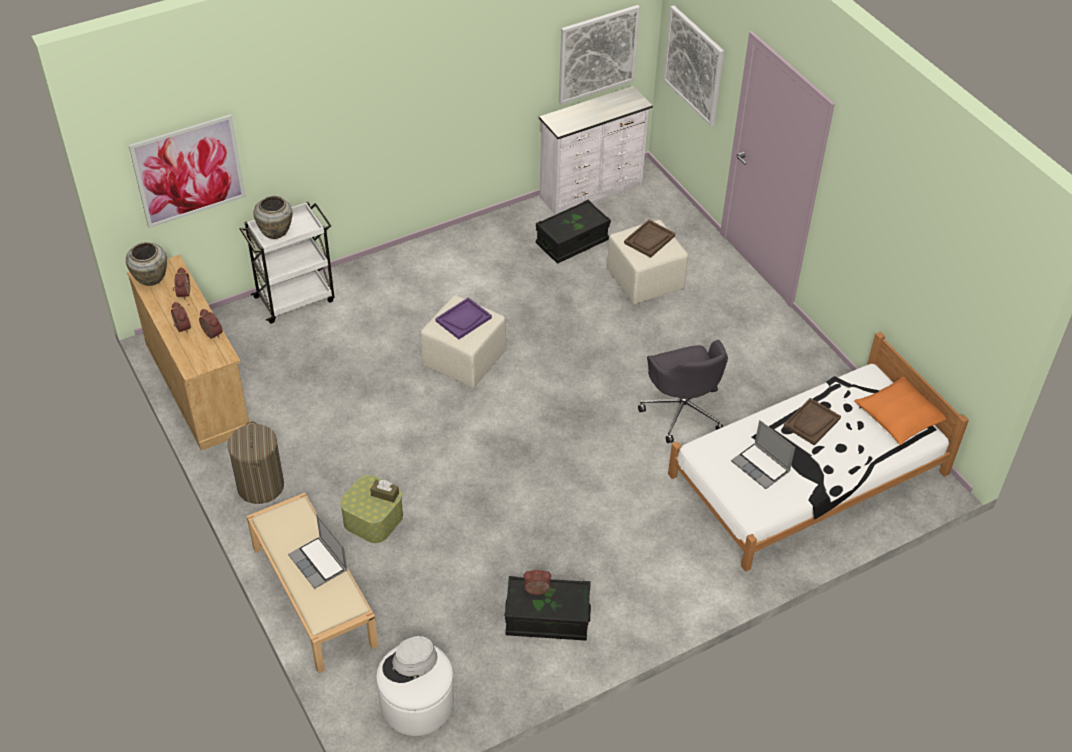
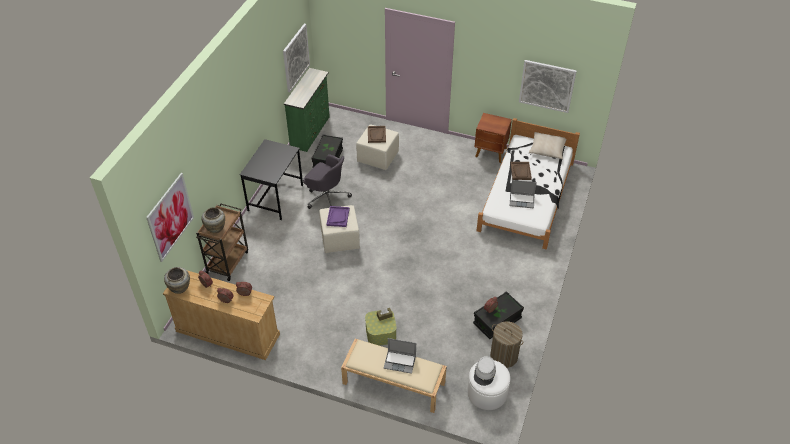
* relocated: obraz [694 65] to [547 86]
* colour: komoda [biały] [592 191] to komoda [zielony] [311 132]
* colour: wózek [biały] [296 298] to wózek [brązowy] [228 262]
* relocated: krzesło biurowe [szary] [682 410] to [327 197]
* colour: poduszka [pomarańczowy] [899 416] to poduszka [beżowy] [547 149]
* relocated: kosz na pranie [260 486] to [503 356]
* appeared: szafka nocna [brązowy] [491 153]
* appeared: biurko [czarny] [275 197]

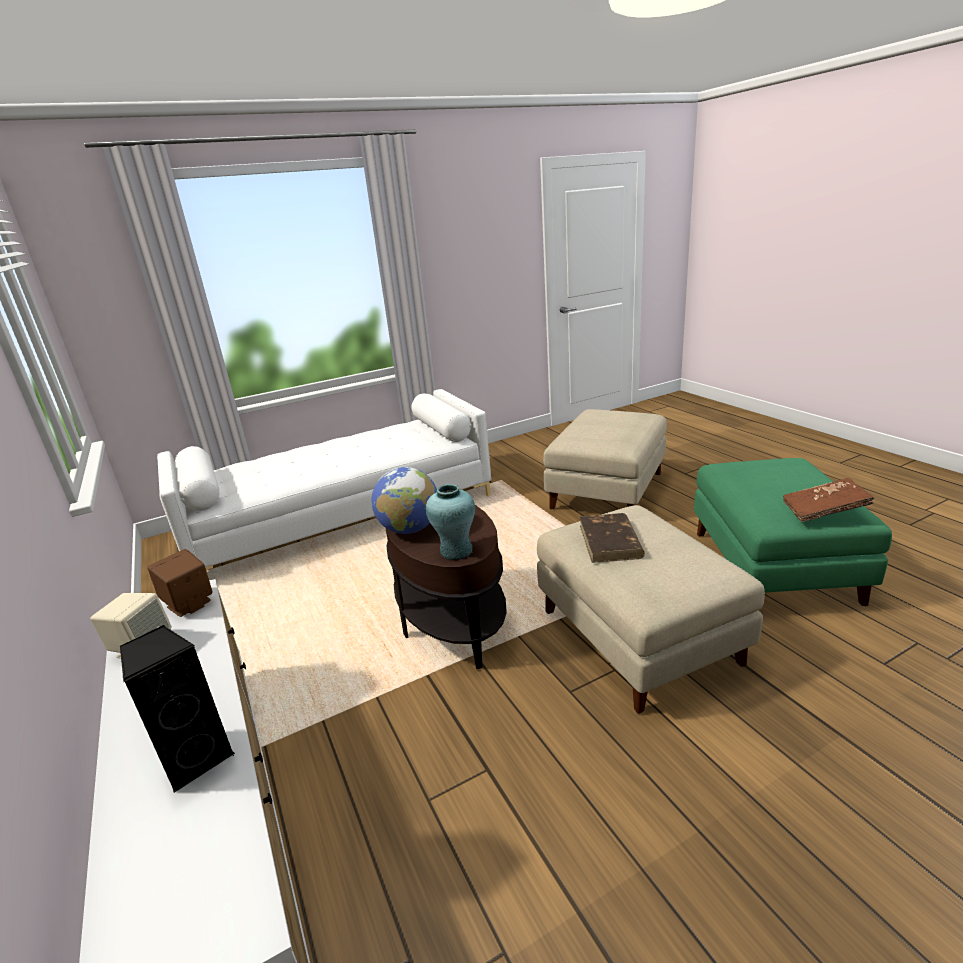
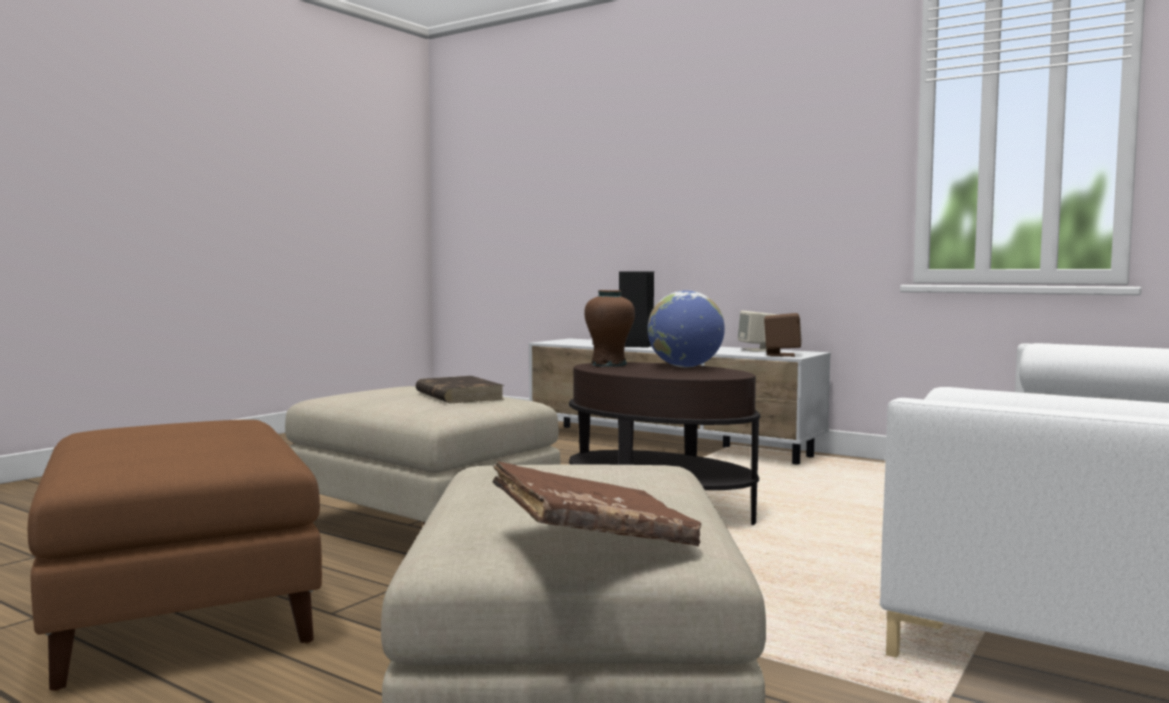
* colour: pufa [zielony] [774 567] to pufa [brązowy] [179 611]
* relocated: książka [brązowy] [823 511] to [594 538]
* colour: wazon [turkusowy] [456 551] to wazon [brązowy] [608 364]

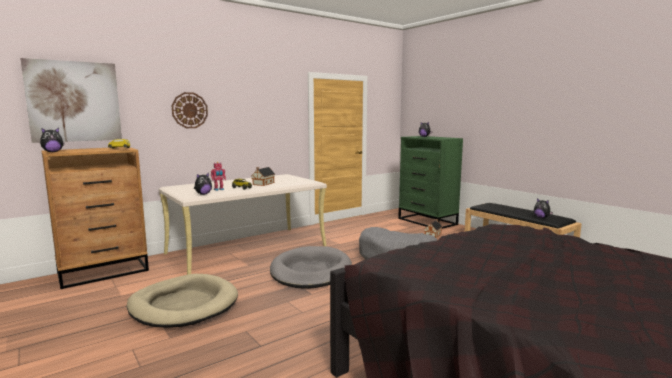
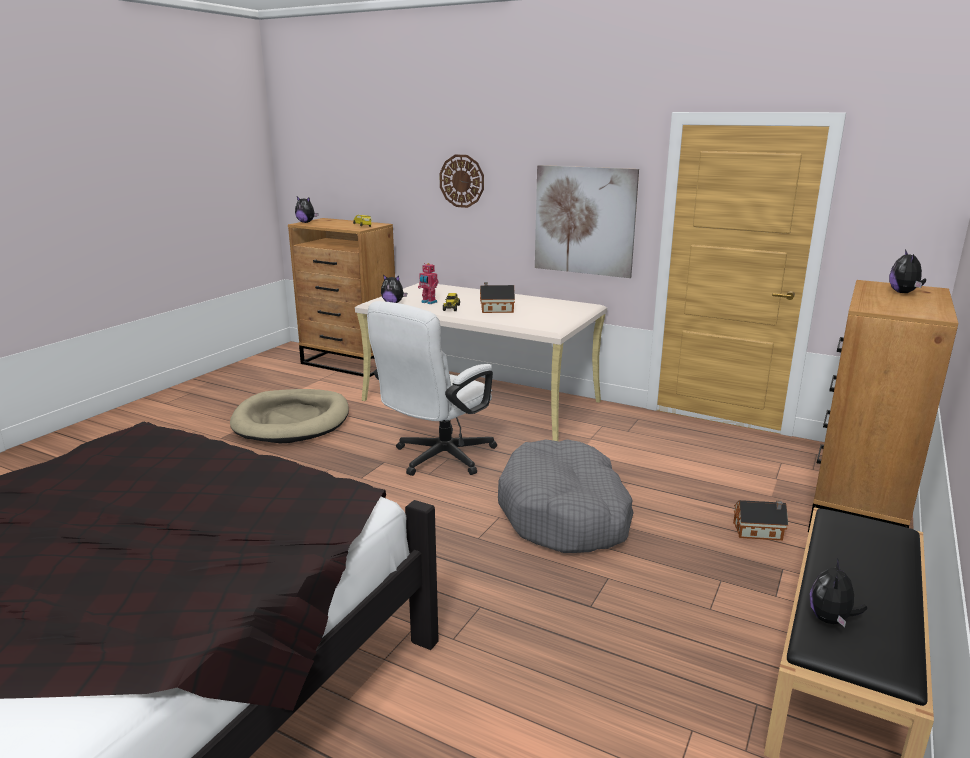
* relocated: obraz [74 101] to [584 221]
* colour: komoda [zielony] [427 221] to komoda [brązowy] [856 511]
* exchanged: legowisko [szary] [311 271] to krzesło biurowe [biały] [437 459]

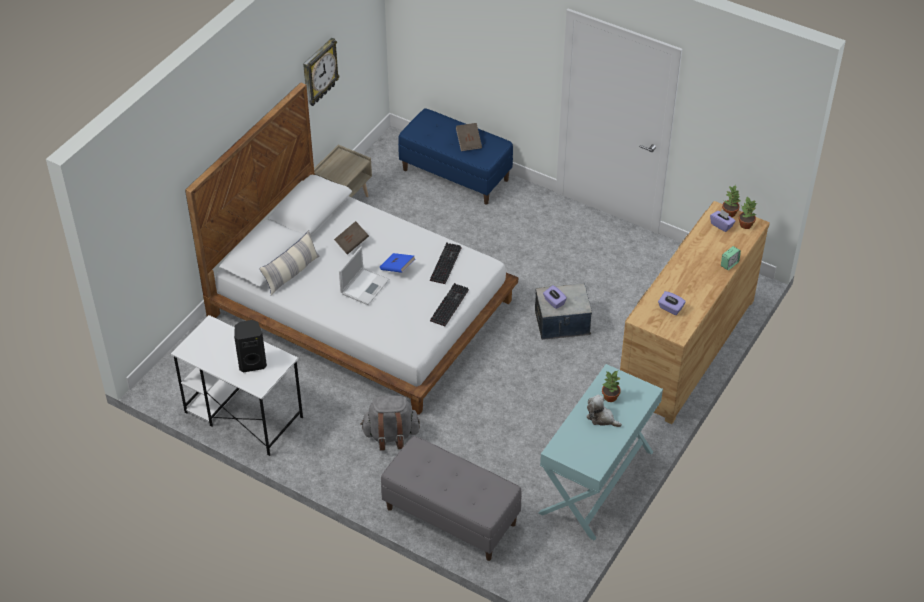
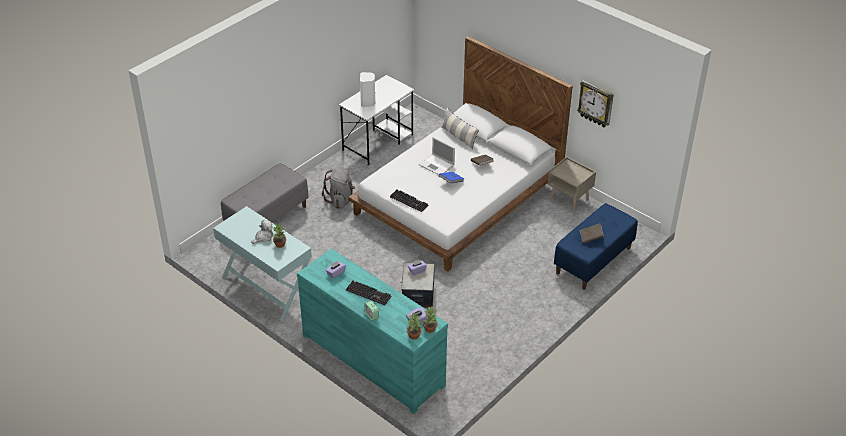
* colour: komoda [brązowy] [685 348] to komoda [turkusowy] [373 359]
* relocated: klawiatura [445 263] to [369 293]
* colour: głośnik [czarny] [252 363] to głośnik [biały] [368 102]

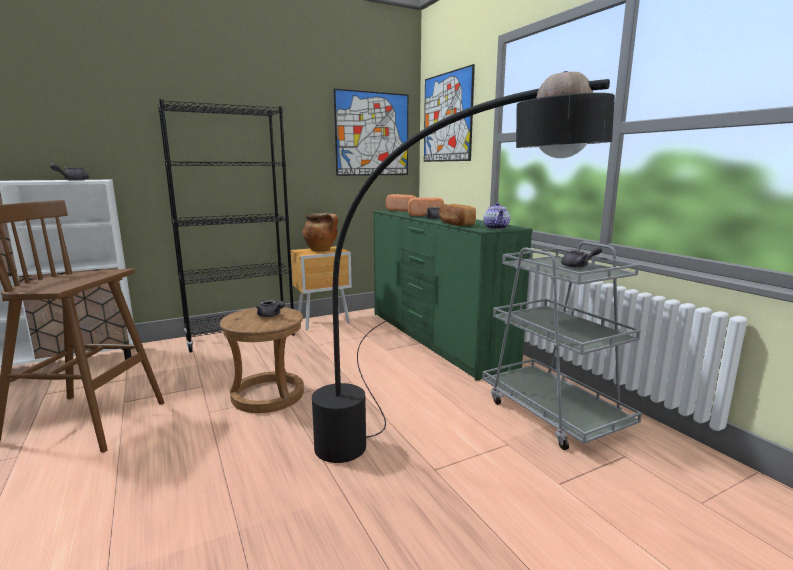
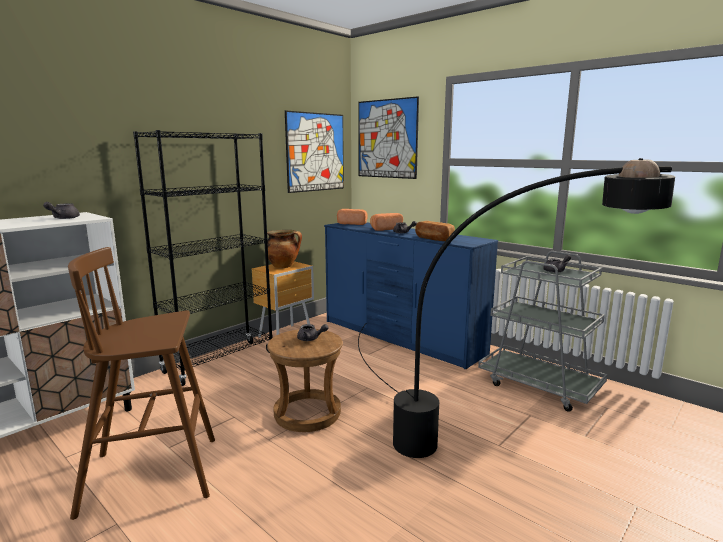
* missing: imbryk [496 228]
* colour: komoda [zielony] [436 338] to komoda [niebieski] [401 337]

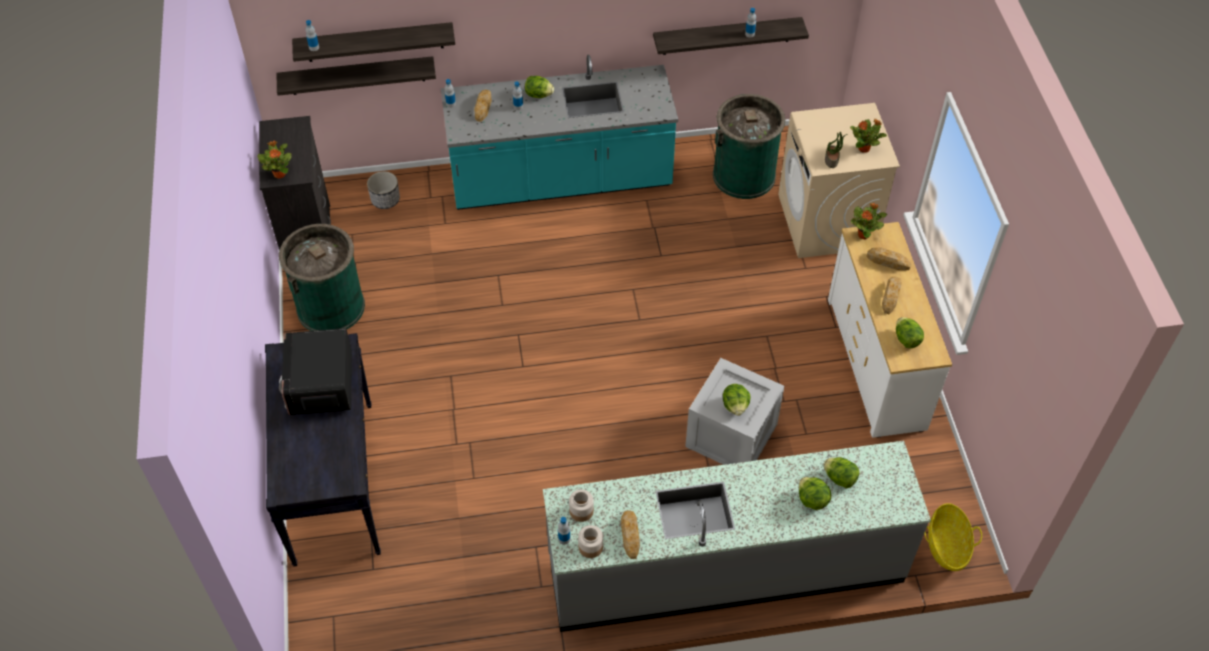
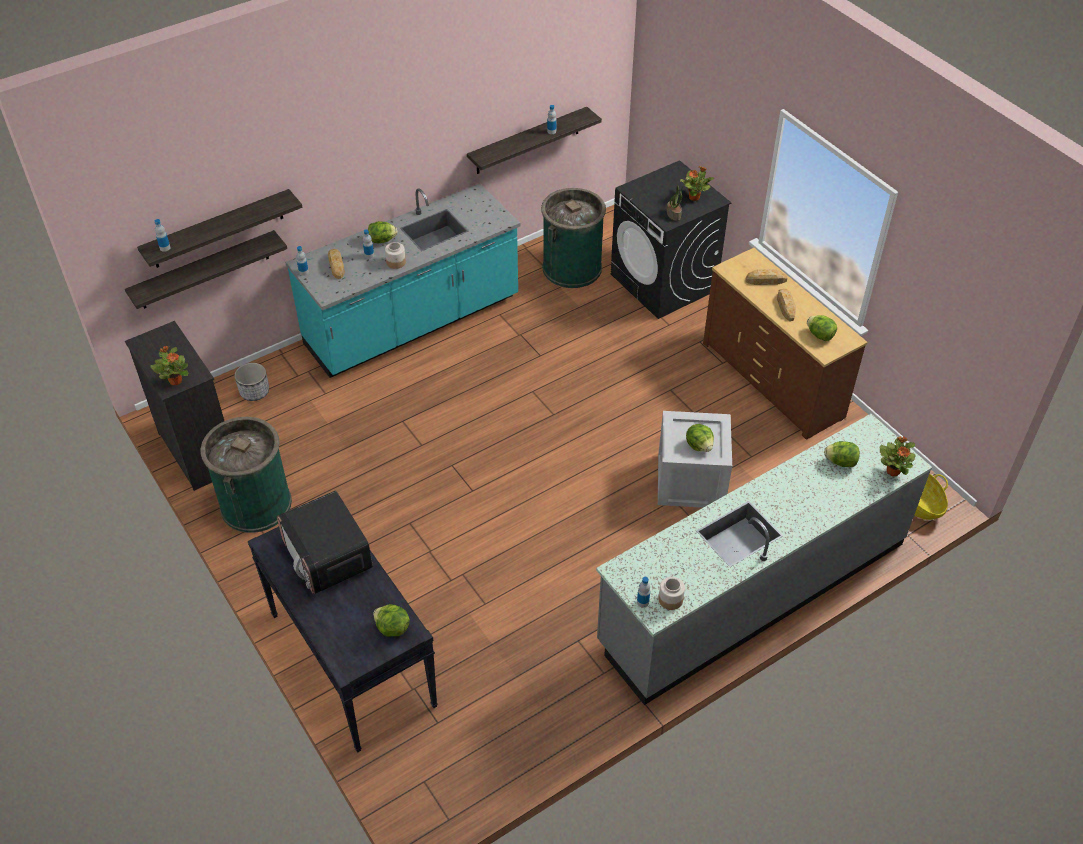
* colour: pralka [beżowy] [827 222] to pralka [czarny] [664 283]
* relocated: roślina doniczkowa [864 234] to [893 471]
* colour: komoda [biały] [876 363] to komoda [brązowy] [772 379]
* relocated: sałata [812 500] to [392 628]
* relocated: słoik [581 511] to [396 262]
* missing: chleb [630 535]

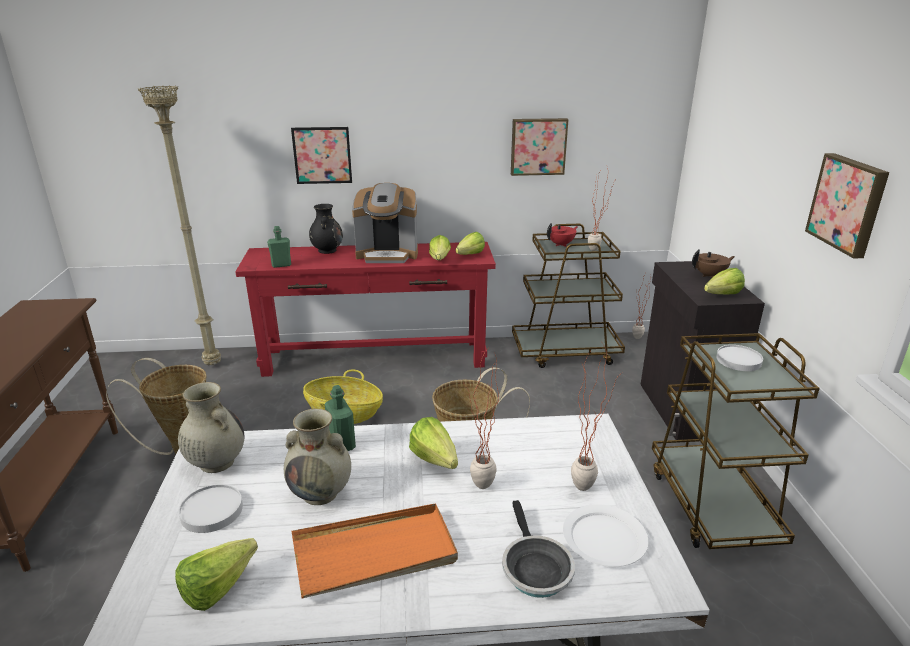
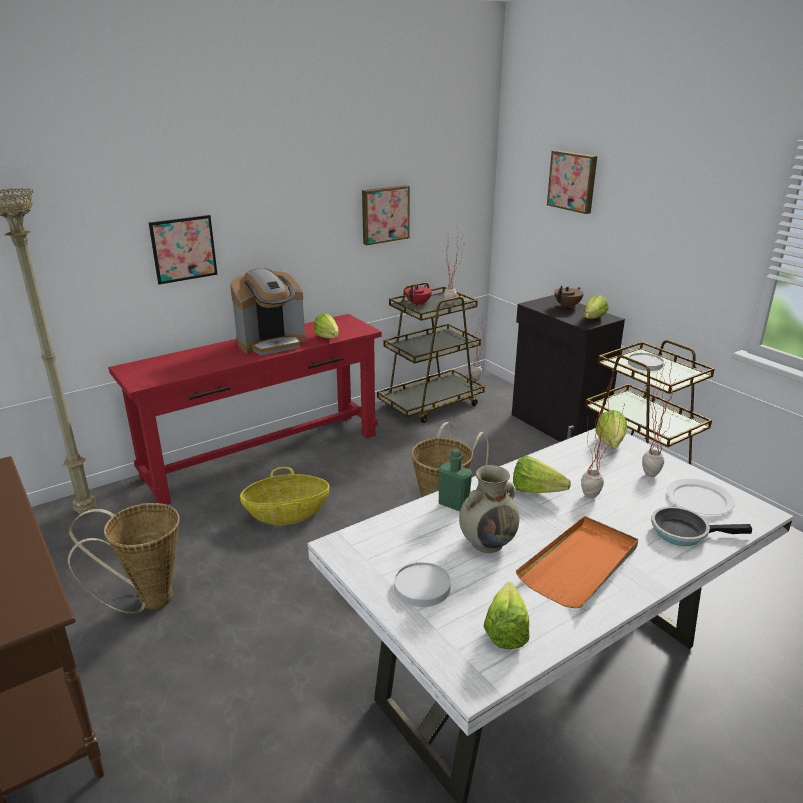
* relocated: obraz [848 204] to [573 181]
* missing: wazon [czarny] [327 250]
* missing: butelka [zielony] [281 265]
* relocated: sałata [467 256] to [609 446]
* missing: wazon [beżowy] [216 462]
* spun: patelnia [534 568] = [683 532] 135 degrees clockwise

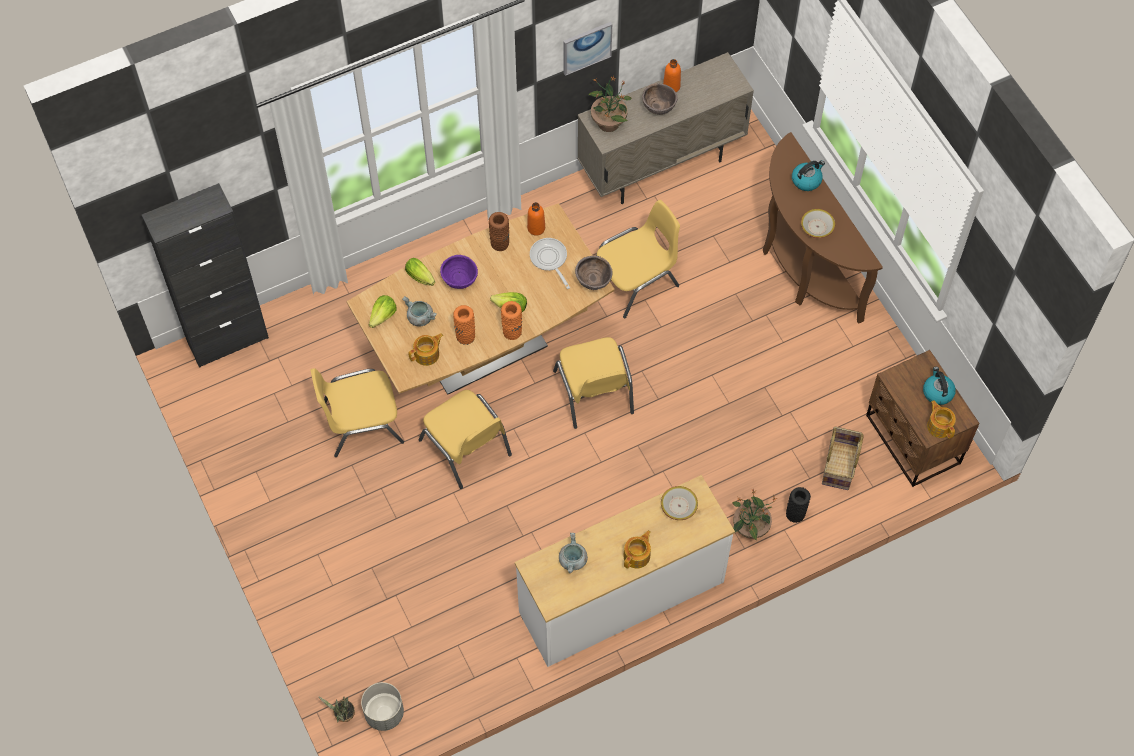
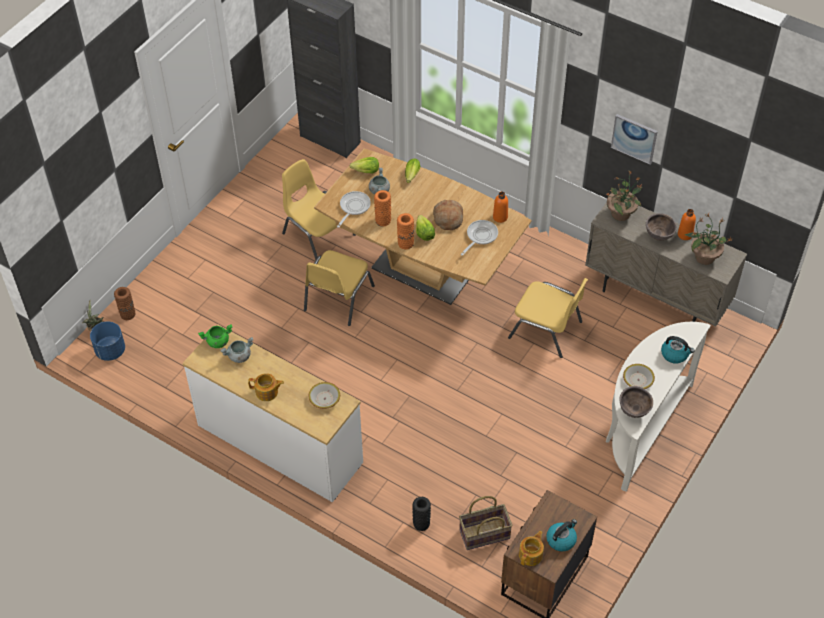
* colour: stolik konsolowy [brązowy] [802 267] to stolik konsolowy [biały] [641 428]
* relocated: wazon [brązowy] [500 243] to [128 314]
* missing: miska [fioletowy] [459 281]
* relocated: miska [brązowy] [593 282] to [633 411]
* exchanged: imbryk [427 354] to patelnia [353 207]
* missing: krzesło [żółty] [594 393]
* relocated: roślina doniczkowa [750 528] to [704 257]
* colour: donica [szary] [384 713] to donica [niebieski] [110 350]
* appeared: chleb [448 218]
* appeared: garnek [zielony] [217 342]

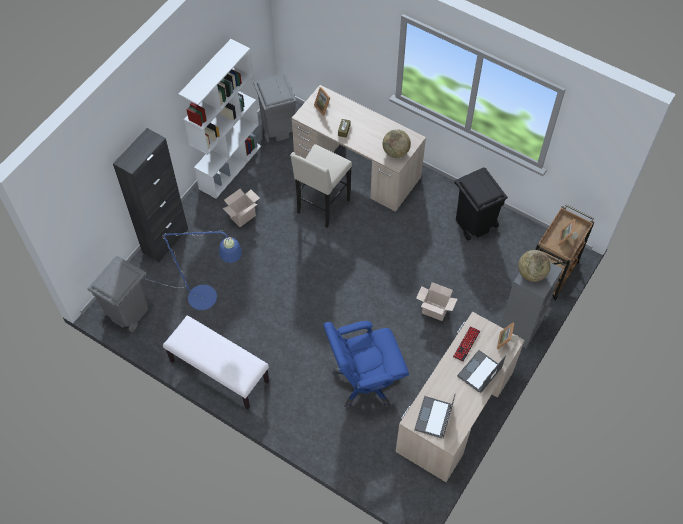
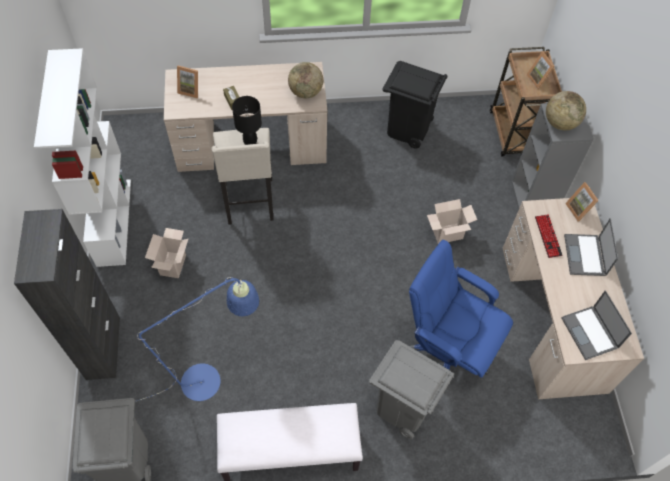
* relocated: kosz na śmieci [szary] [278 128] to [403 407]
* spun: krzesło biurowe [niebieski] [365 381] = [447 349] 90 degrees clockwise
* appeared: lampa stołowa [czarny] [250 143]

